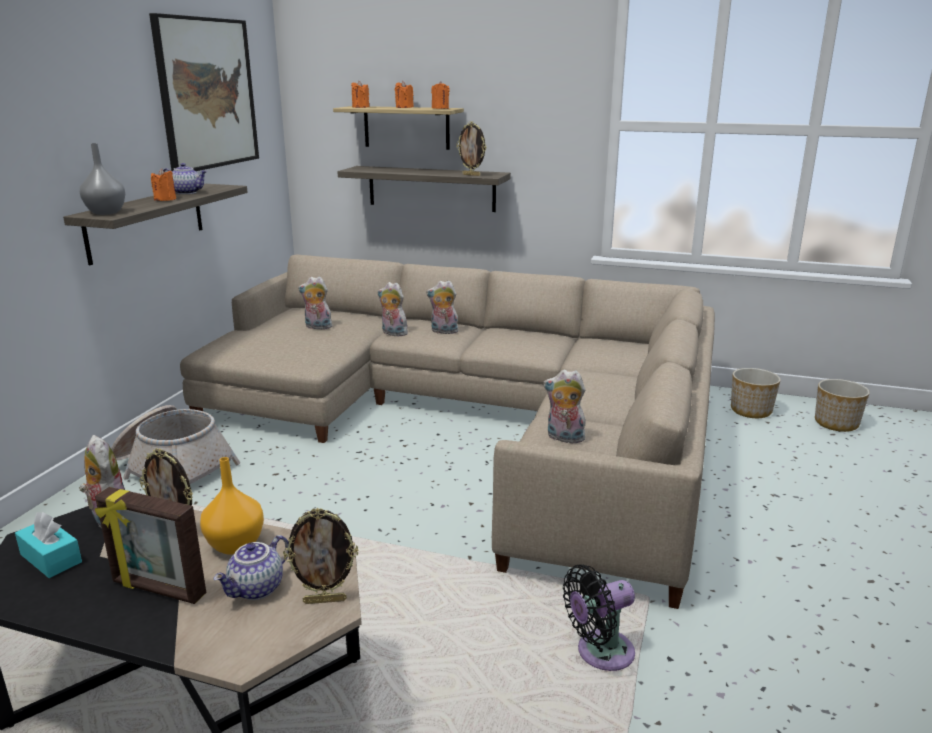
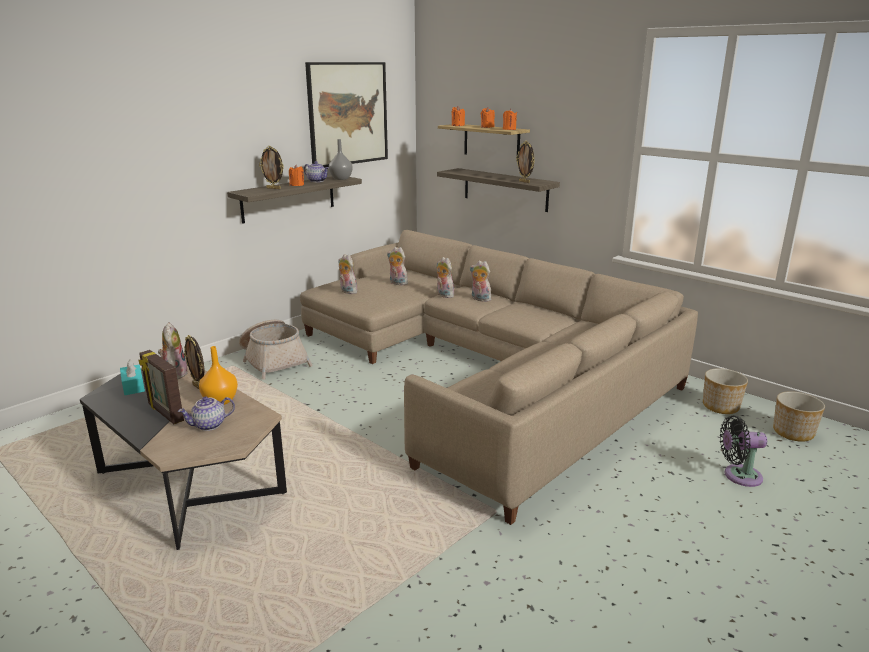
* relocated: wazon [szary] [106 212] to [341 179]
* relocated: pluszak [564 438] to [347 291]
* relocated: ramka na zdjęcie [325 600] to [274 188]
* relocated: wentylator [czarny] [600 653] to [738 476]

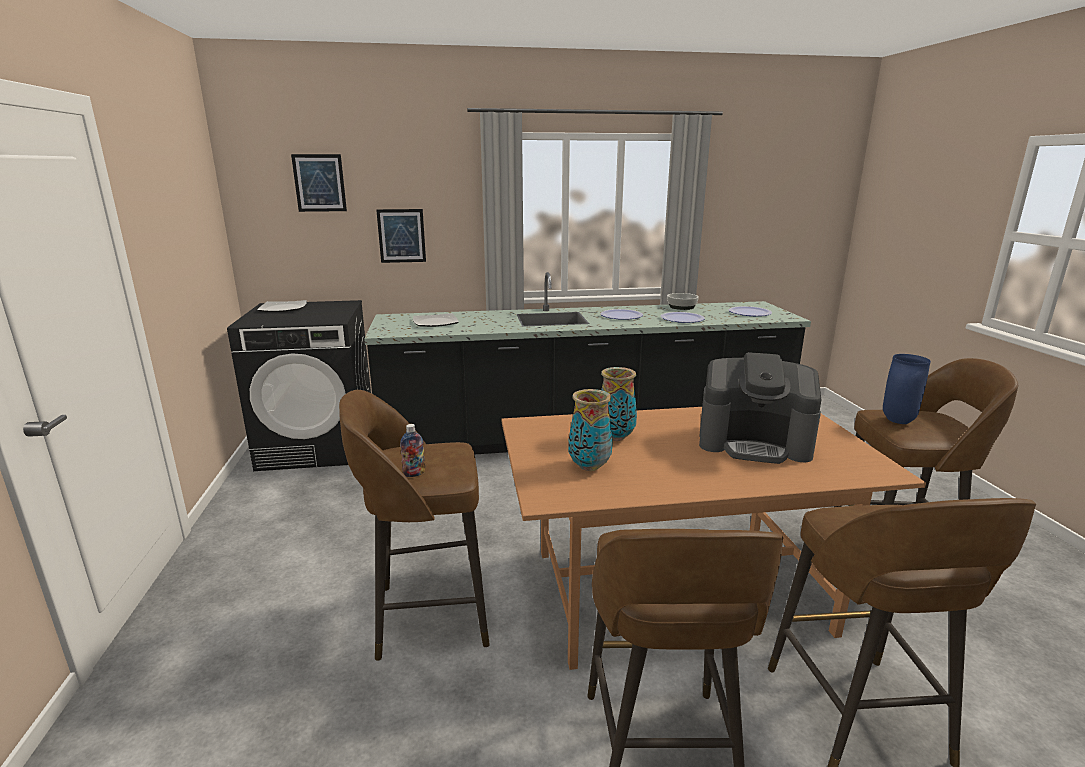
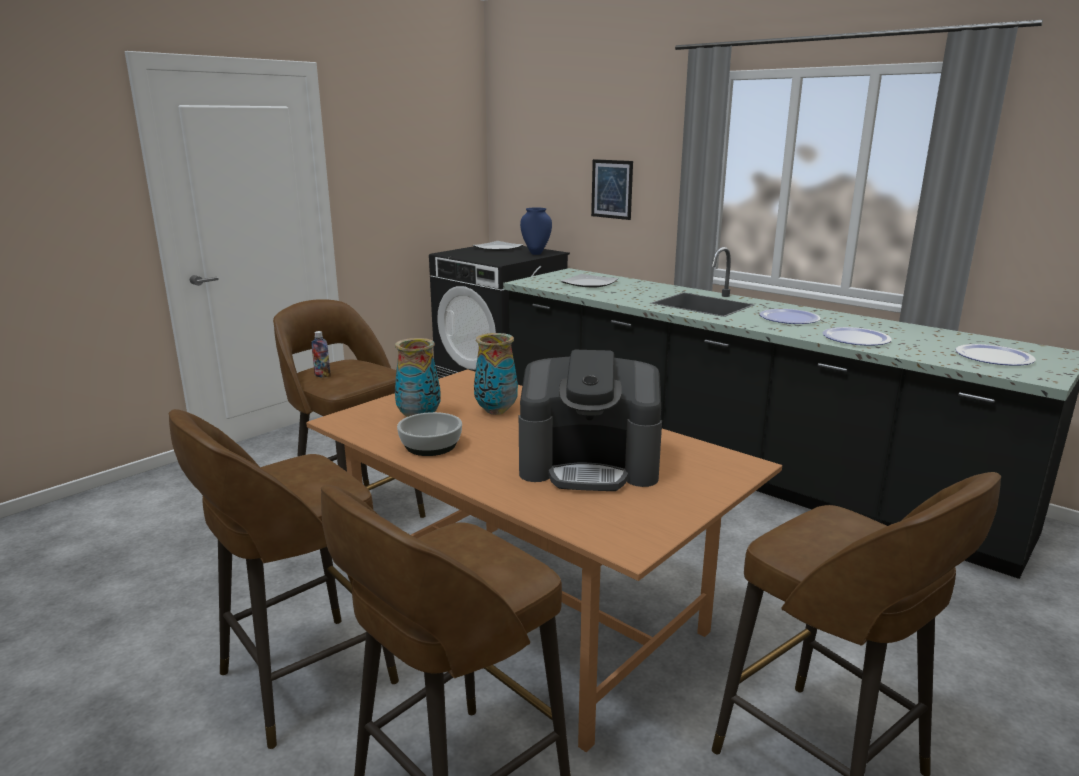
* missing: obraz [319 183]
* relocated: miska [682 307] to [431 446]
* spun: ekspres do kawy [754 442] = [590 465] 60 degrees counterclockwise
* relocated: wazon [niebieski] [898 421] to [535 253]

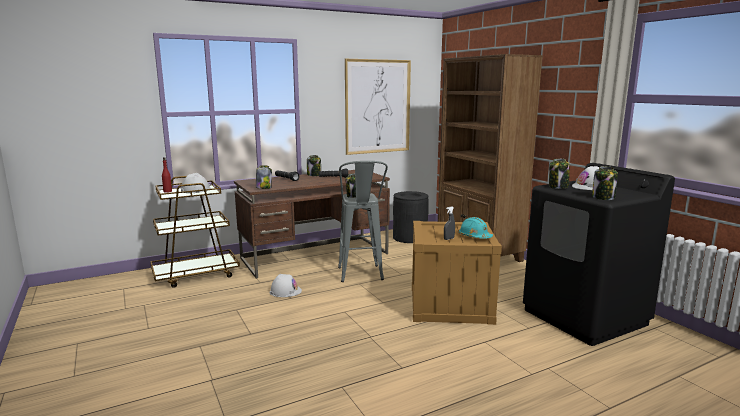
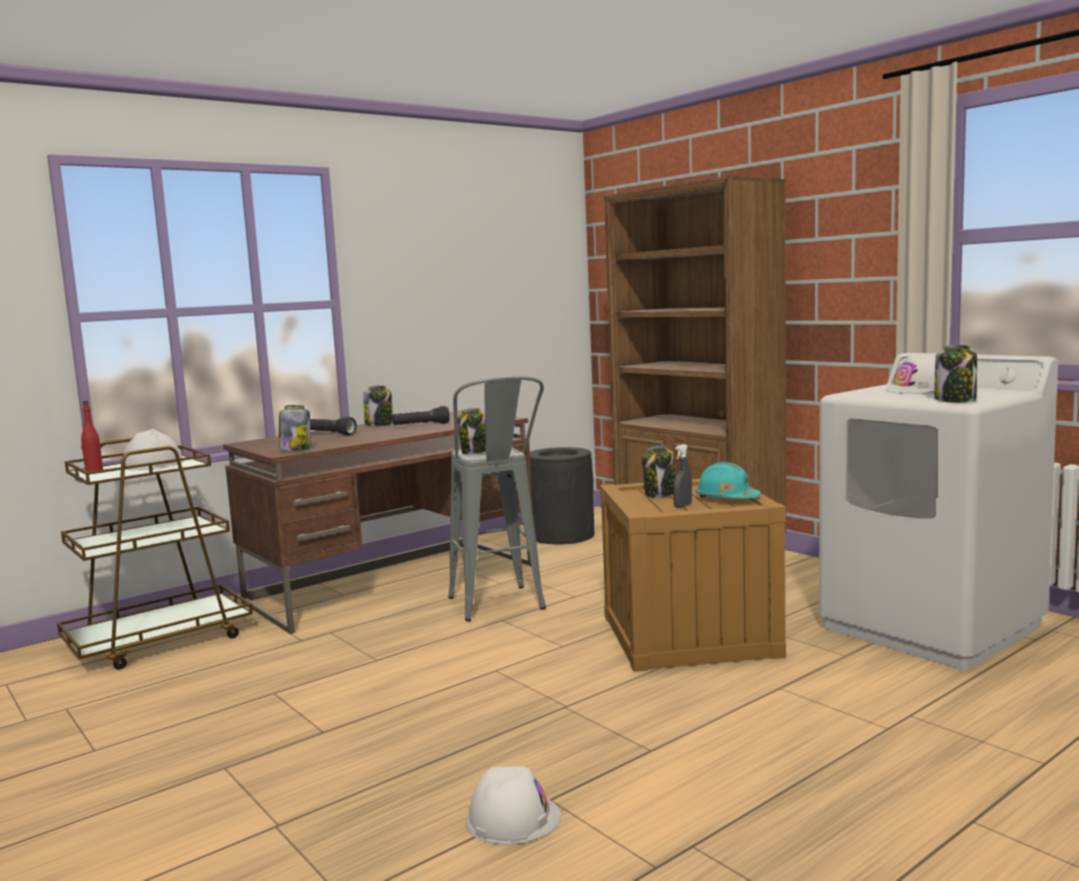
* missing: obraz [377 106]
* relocated: słoik [558 187] to [660 494]
* colour: pralka [czarny] [585 317] to pralka [biały] [931 627]
* relocated: kask [biały] [285 291] to [513 818]

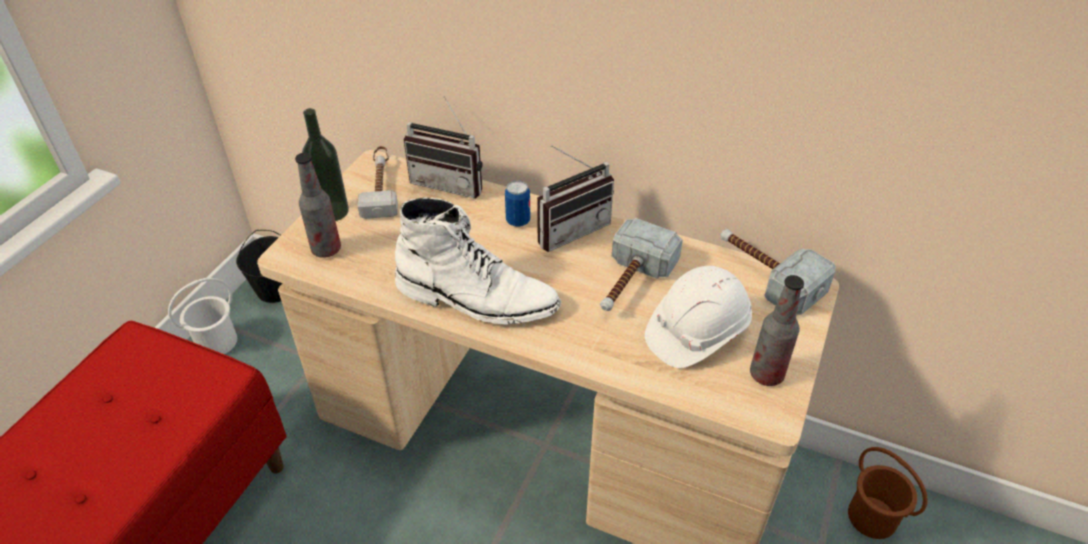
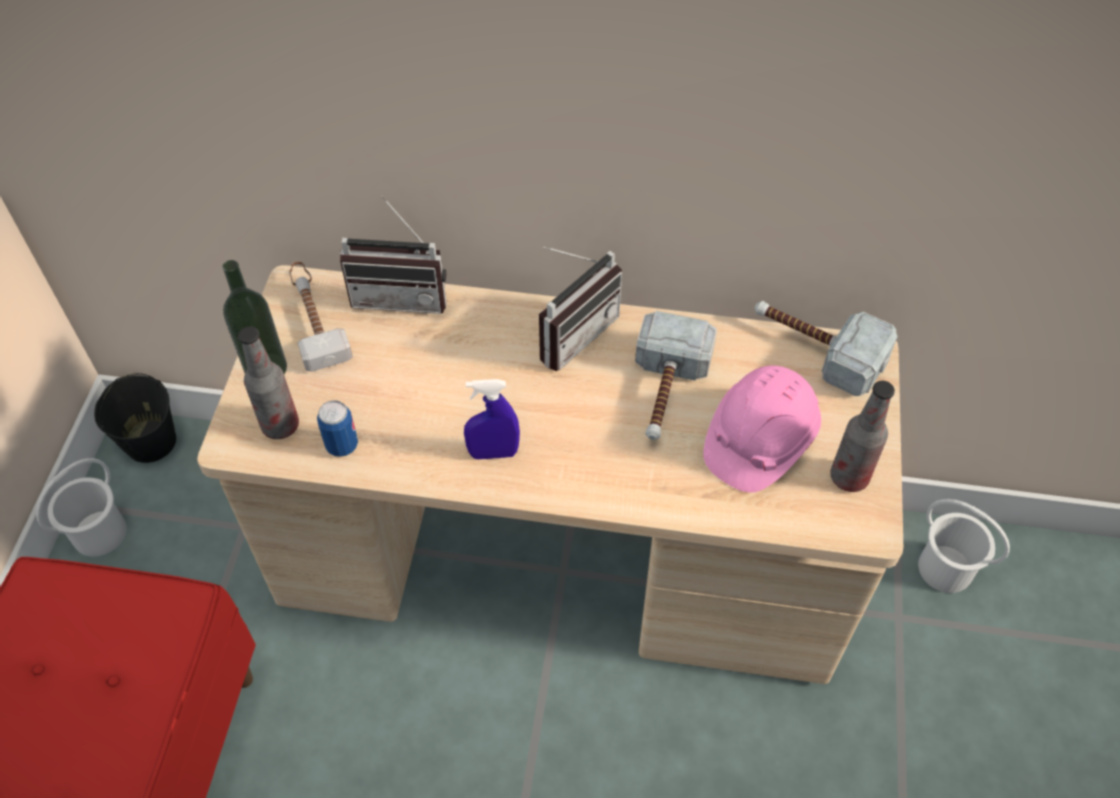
* relocated: puszka [518 221] to [342 445]
* exchanged: but z cholewką [biały] [477 298] to spryskiwacz [niebieski] [493 453]
* colour: kask [biały] [696 332] to kask [różowy] [758 440]
* colour: wiadro [brązowy] [872 516] to wiadro [biały] [945 567]

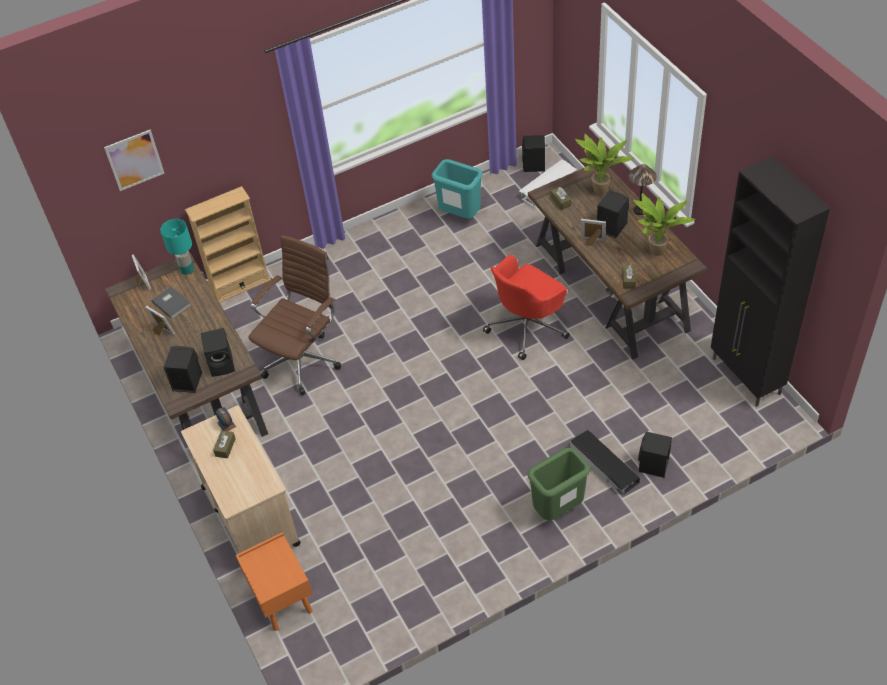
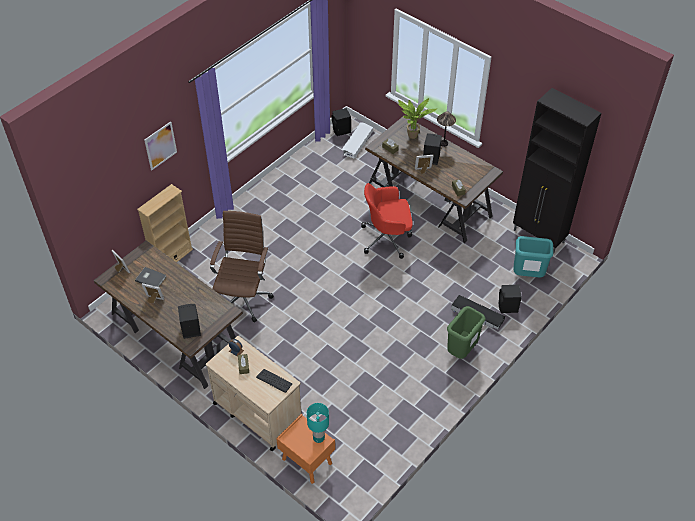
* relocated: obraz [134 160] to [160 145]
* relocated: kosz na śmieci [turkusowy] [459 216] to [527 276]
* missing: roślina doniczkowa [656 253]
* relocated: lampa stołowa [turkusowy] [187 270] to [319 438]
* spun: krzesło biurowe [czerwony] [527 326] = [387 238] 60 degrees clockwise
* missing: głośnik [czarny] [223 364]
* appeared: klawiatura [274 381]

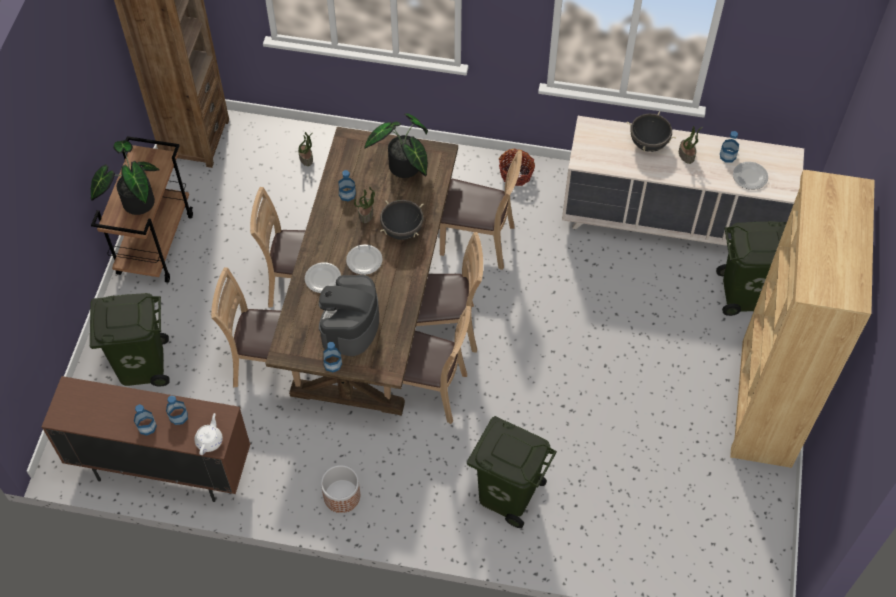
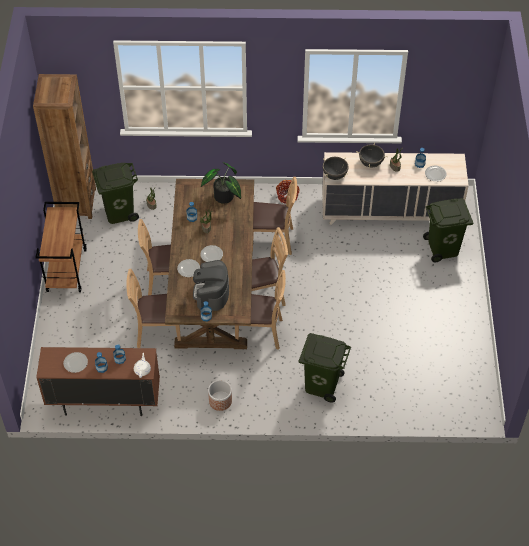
* missing: roślina doniczkowa [134 202]
* missing: regał [brązowy] [765 403]
* relocated: garnek [czarny] [402 230] to [334 175]
* relocated: kosz na śmieci [zielony] [142 365] to [119 212]
* appeared: talerz [76 363]

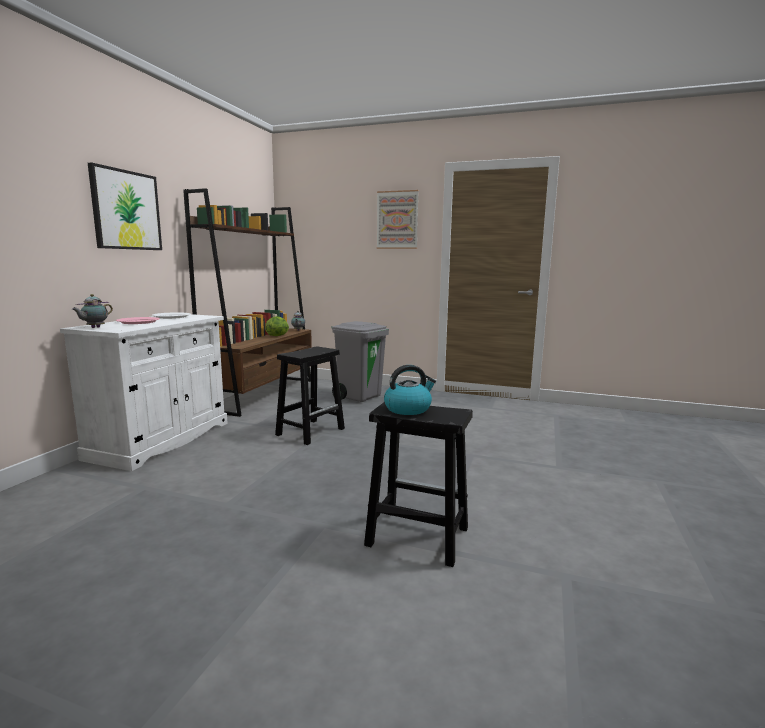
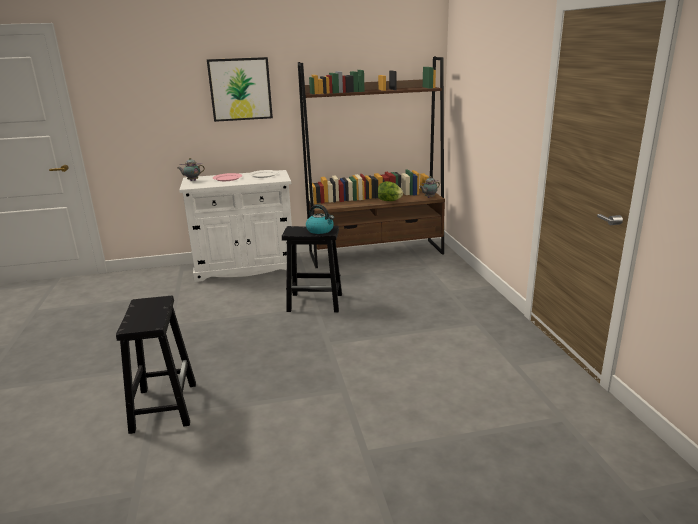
* missing: obraz [397 220]
* missing: kosz na śmieci [szary] [359 397]
* relocated: czajnik [408 409] to [320 230]

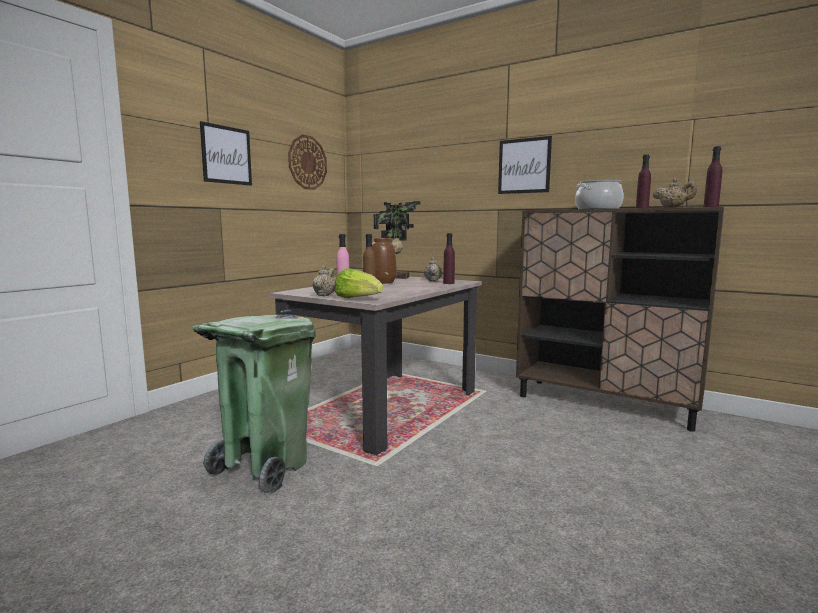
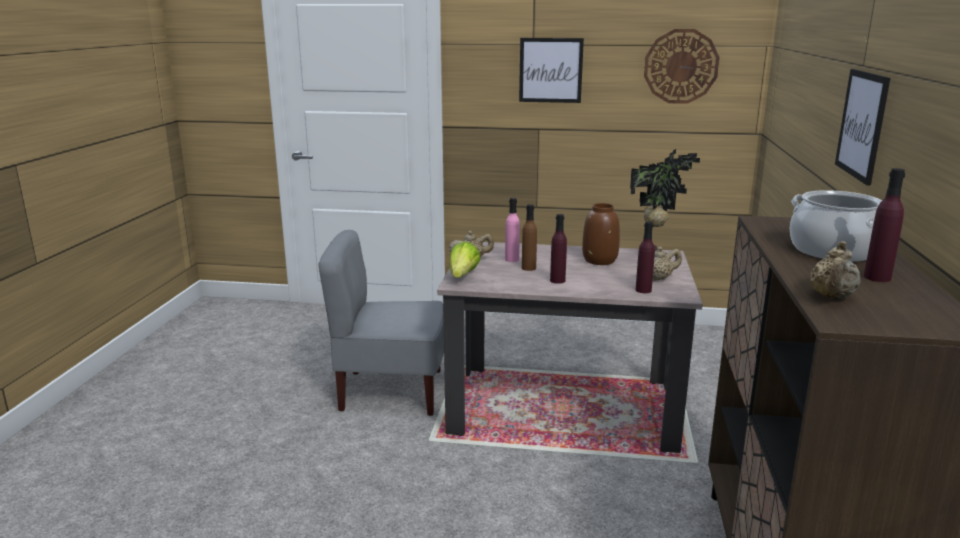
* relocated: butelka [fioletowy] [710 207] to [557 280]
* exchanged: kosz na śmieci [zielony] [265 467] to krzesło [szary] [391 392]

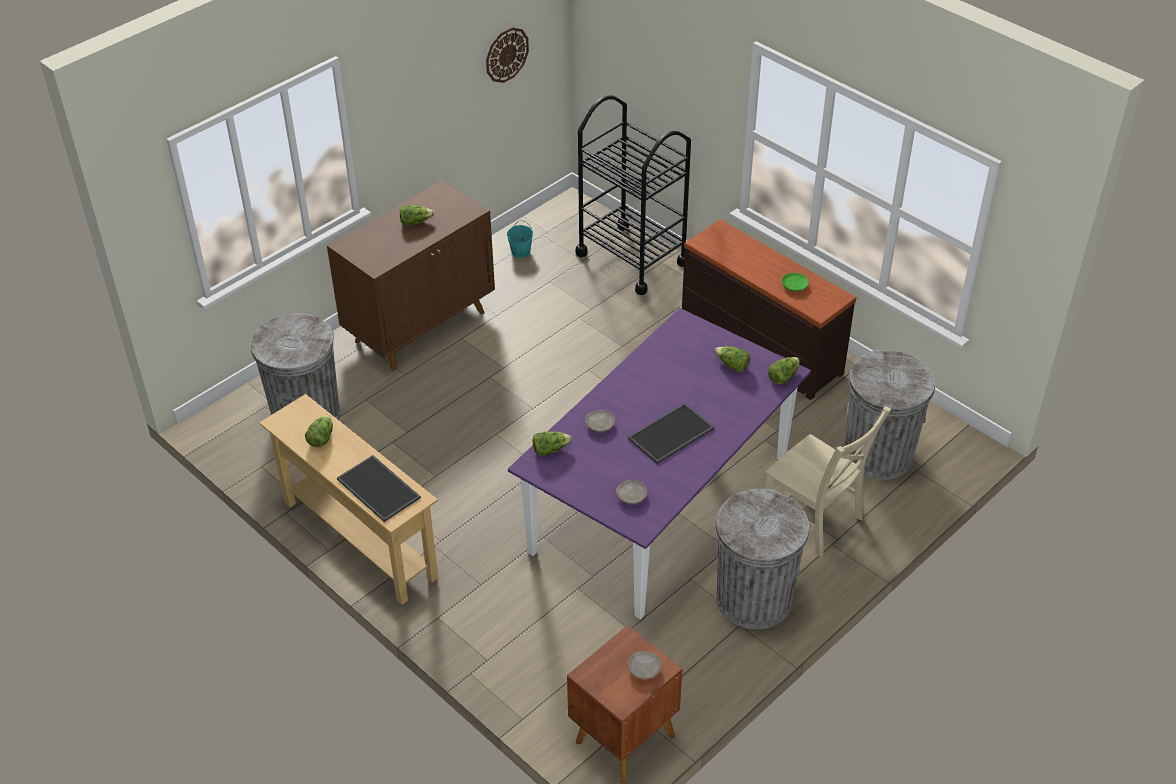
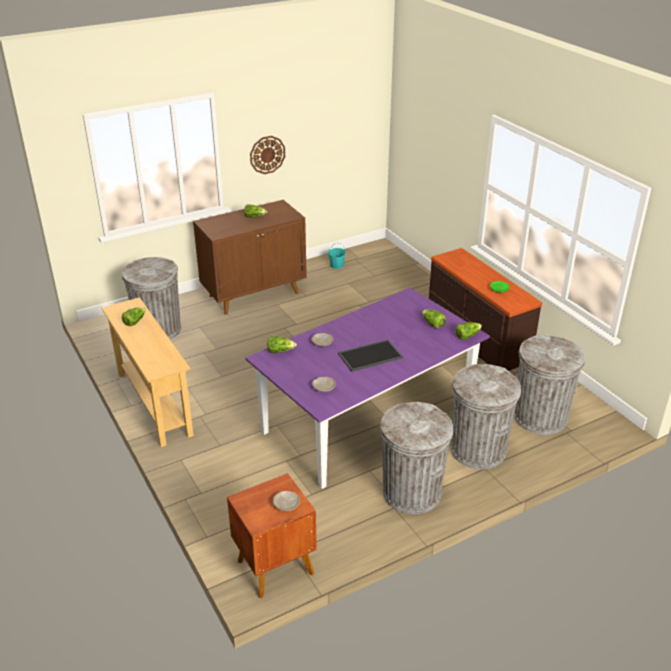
* relocated: zegar ścienny [506 54] to [267 154]
* missing: wózek [czarny] [632 258]
* exchanged: krzesło [beżowy] [815 520] to kosz na śmieci [szary] [477 450]
* missing: taca [380 488]

